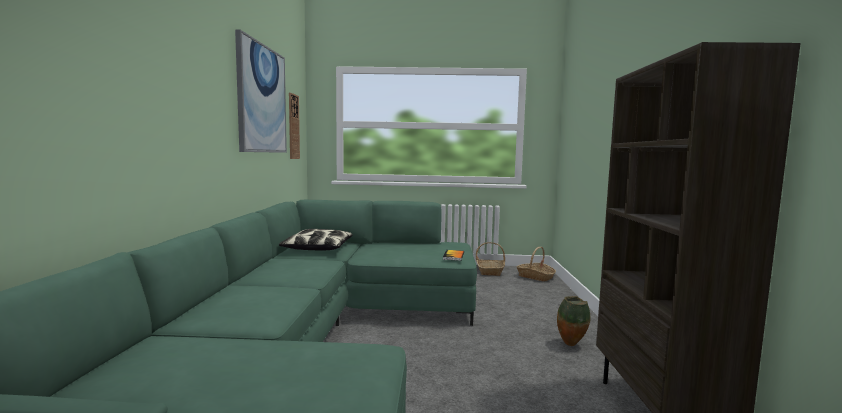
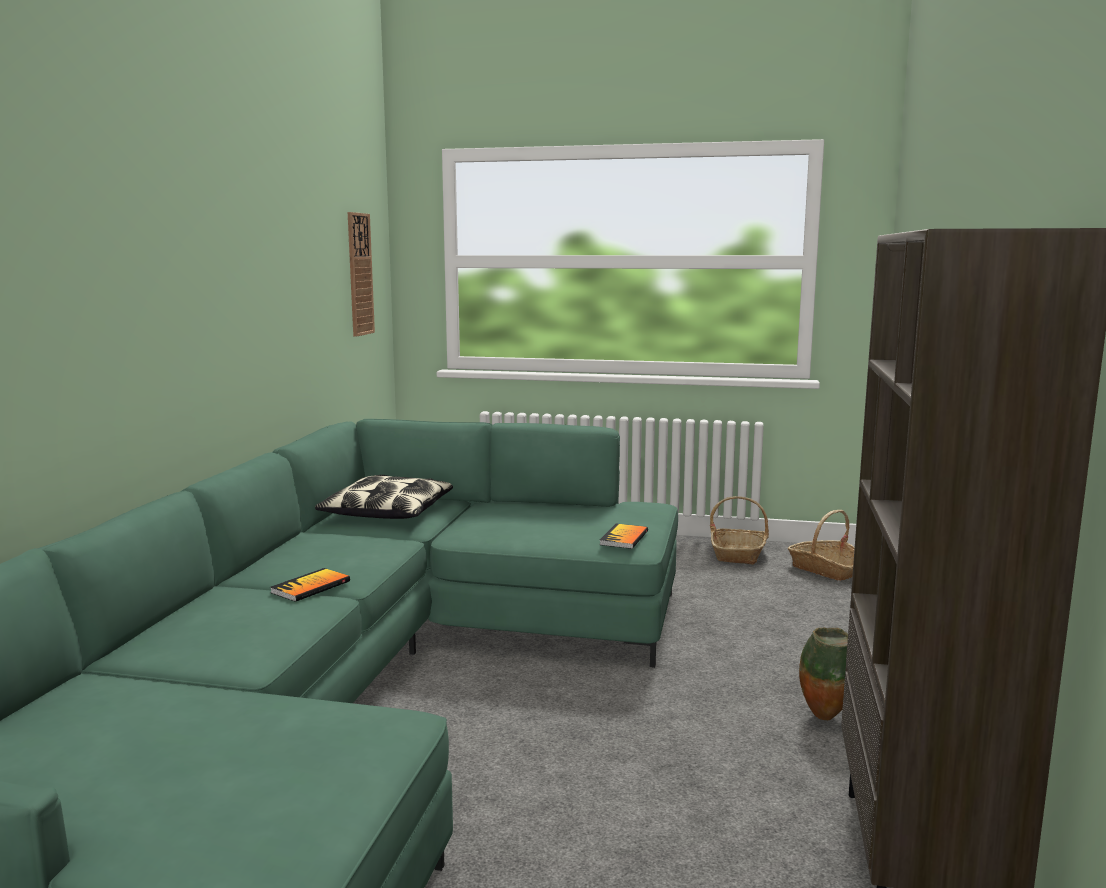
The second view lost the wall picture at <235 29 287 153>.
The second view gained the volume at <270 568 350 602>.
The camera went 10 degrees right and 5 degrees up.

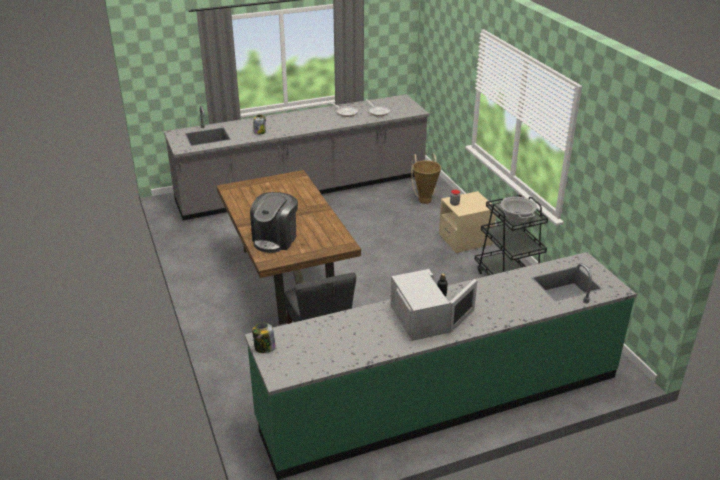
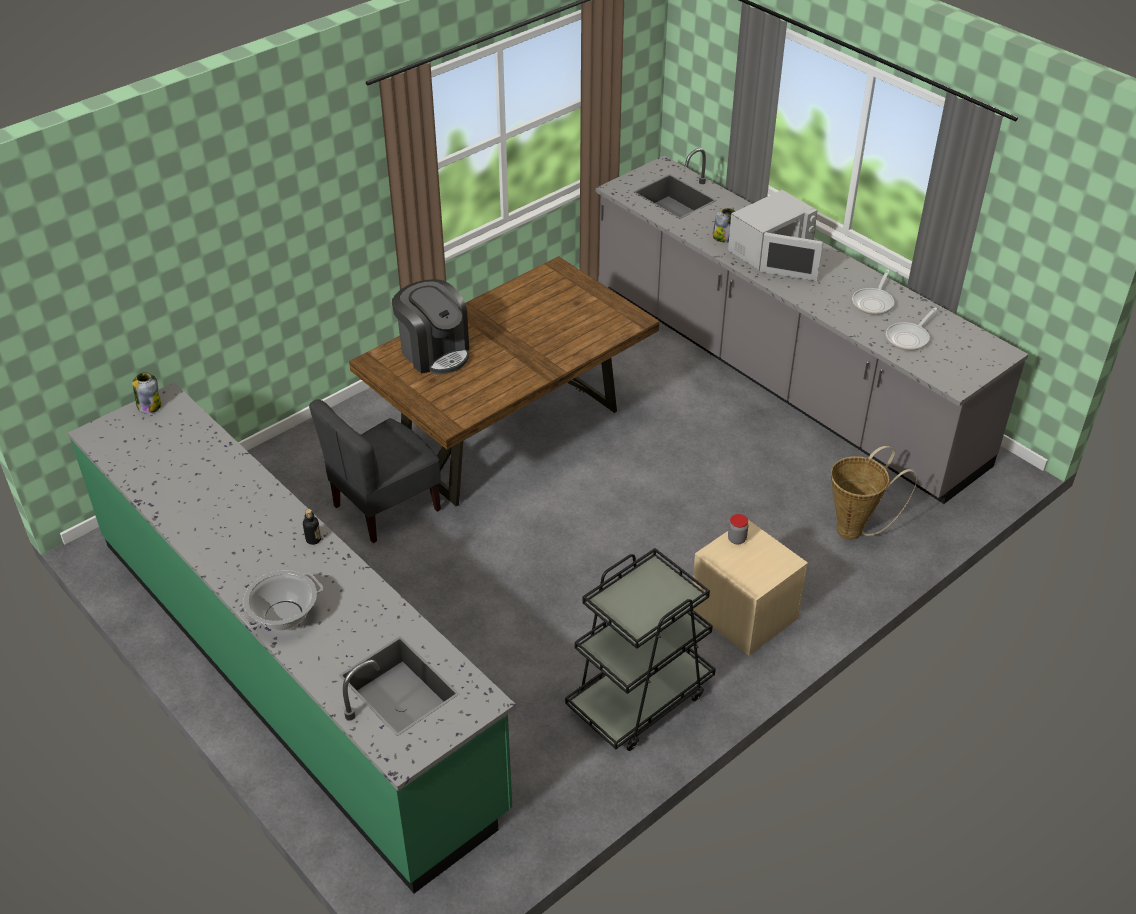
The white-coloured kitchen microwave ended up elsewhere, having gone from <391 269 477 341> to <728 190 823 282>.
The cooking pot ended up elsewhere, having gone from <501 197 537 222> to <238 570 323 630>.
The coffee maker at <250 192 298 253> ended up facing another way, 135 degrees counterclockwise from before.
The camera went 70 degrees right and 10 degrees up.

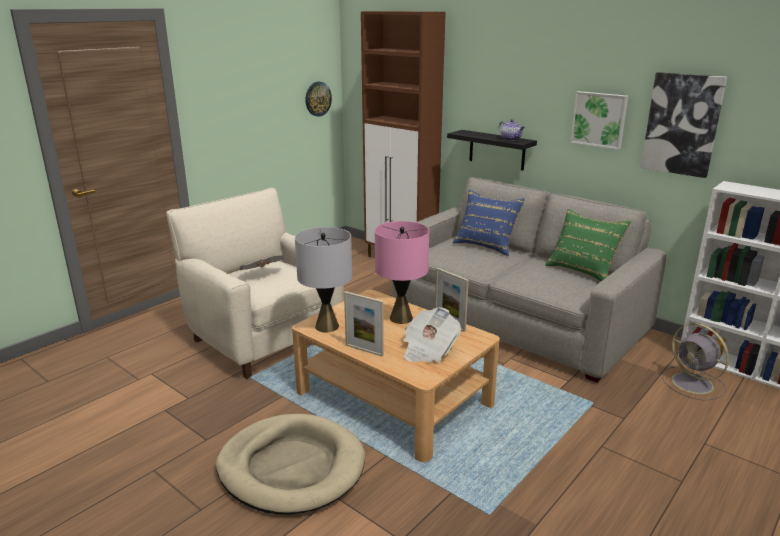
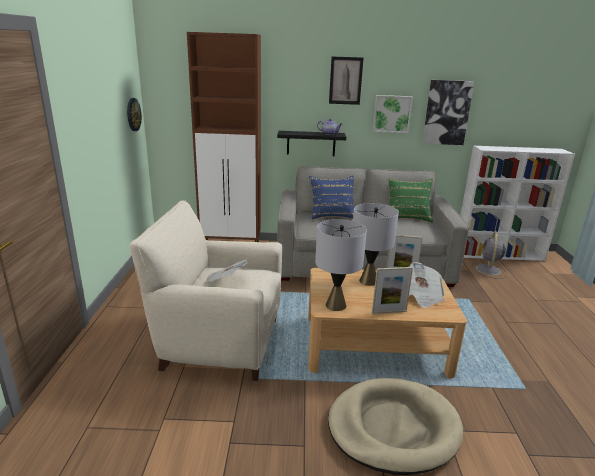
The second view gained the wall picture at <329 57 363 105>.
What was the pinkish lamp for a table at <375 221 429 324> turned into the grey lamp for a table at <353 203 399 286>.
The grey fan at <662 323 729 401> ended up facing another way, 90 degrees clockwise from before.
The camera went 40 degrees left and 0 degrees up.

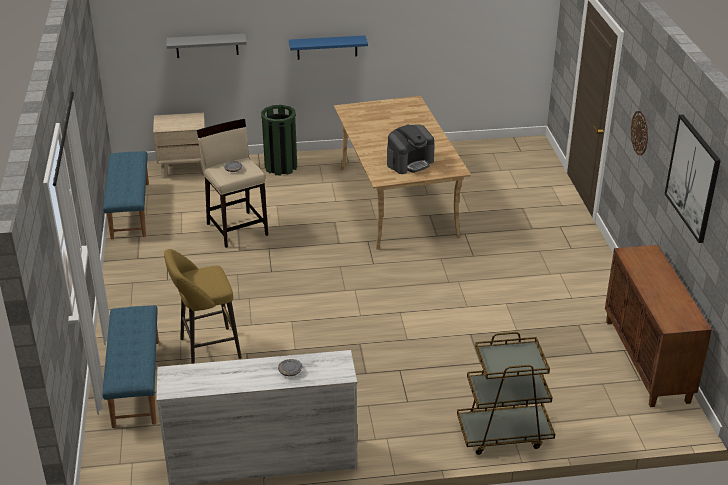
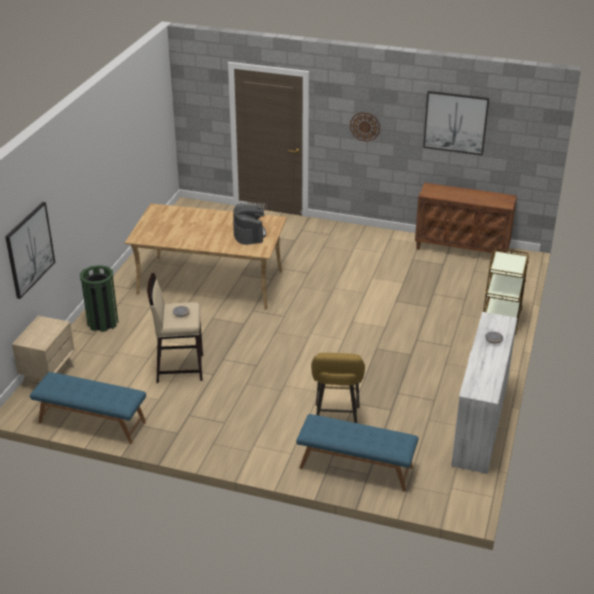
The second view lost the bluish bracket shelf at <289 35 368 60>.
Where the grey bracket shelf hung at <167 34 247 58>, the wall picture came to hang at <5 202 55 299>.
The camera went 65 degrees left and 0 degrees up.

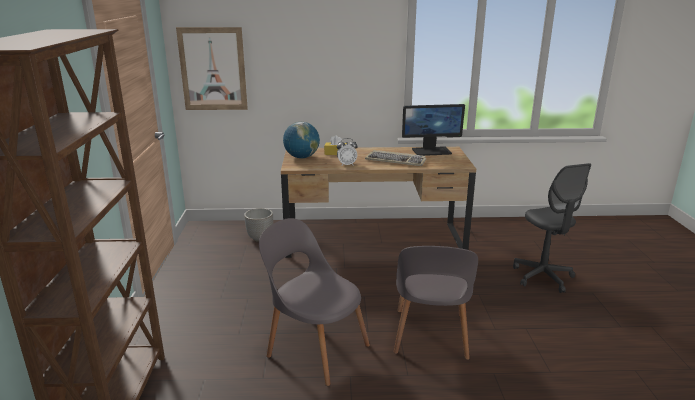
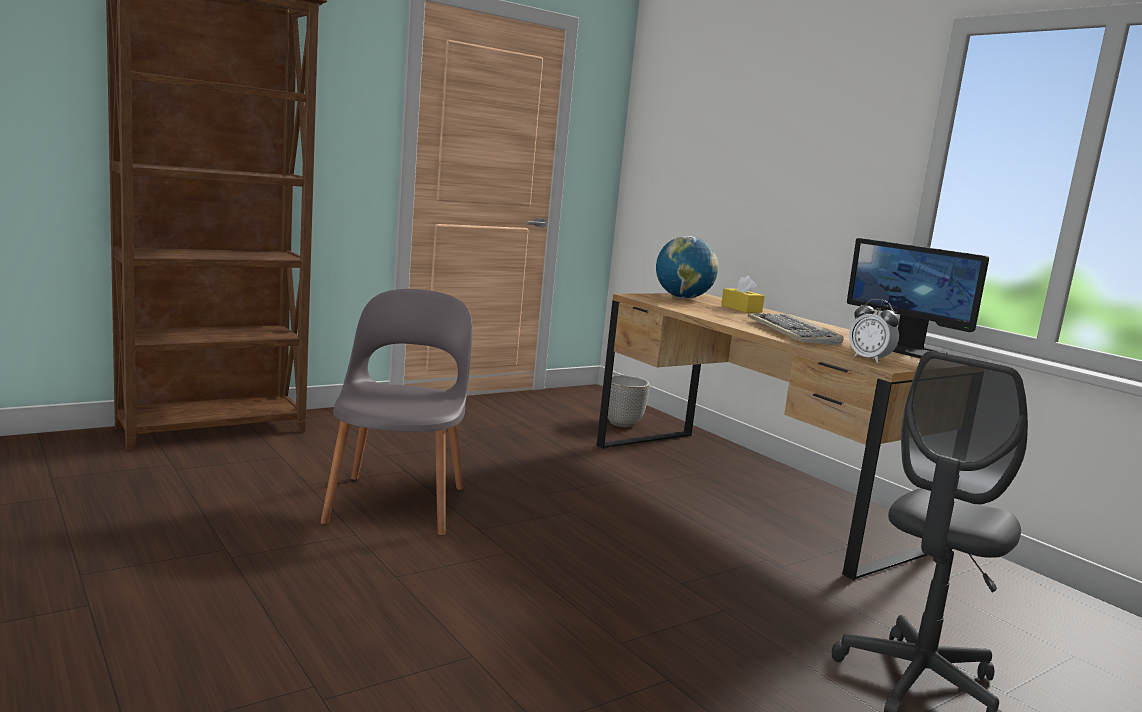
The second view lost the wall picture at <176 27 248 110>.
The second view lost the grey chair at <393 246 478 360>.
The alarm clock ended up elsewhere, having gone from <337 138 358 166> to <849 299 899 363>.
The camera went 55 degrees right and 10 degrees down.

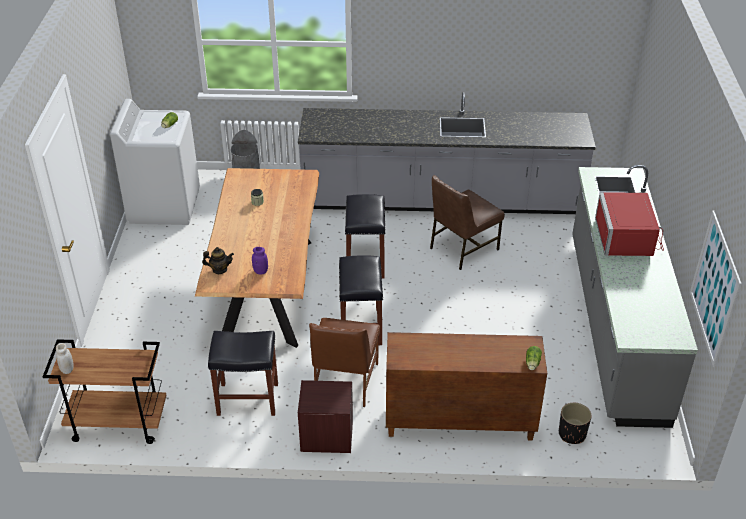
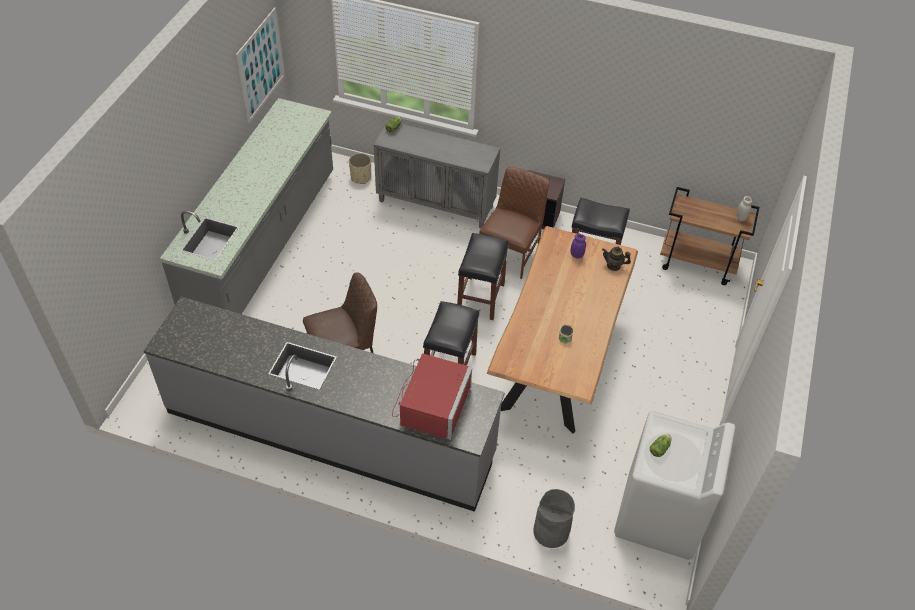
The reddish kitchen microwave ended up elsewhere, having gone from <595 192 664 256> to <392 353 472 440>.
What was the brownish cabinet at <386 332 547 440> turned into the grey cabinet at <374 120 500 228>.
What was the black-coloured plant pot at <559 403 592 444> turned into the sand-coloured plant pot at <349 153 371 184>.
The camera went 165 degrees left and 10 degrees up.

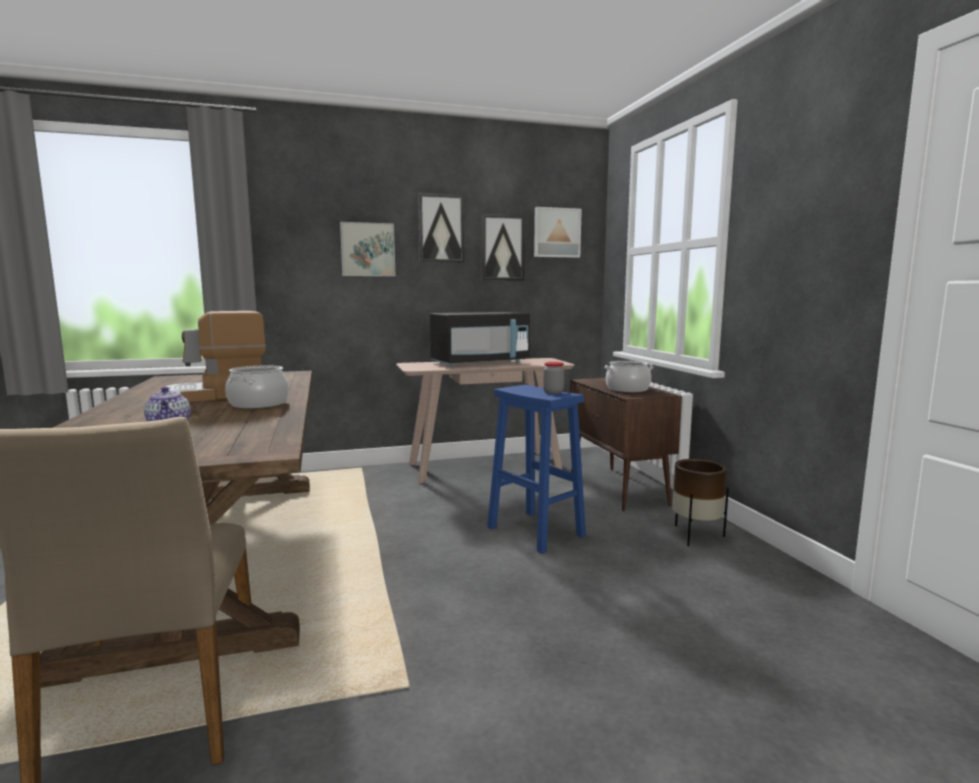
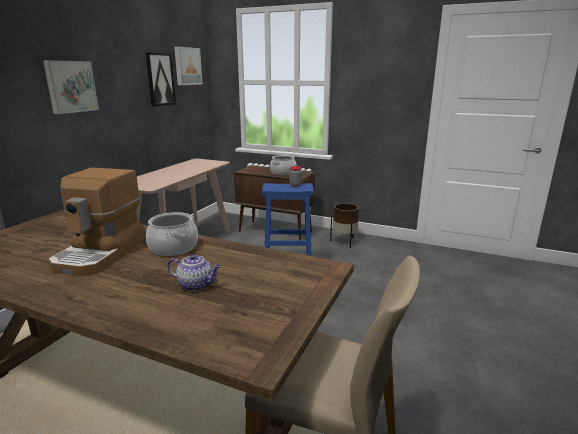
The second view lost the wall picture at <418 193 464 263>.
The second view lost the black-coloured kitchen microwave at <430 312 530 367>.
The camera went 50 degrees left and 10 degrees up.

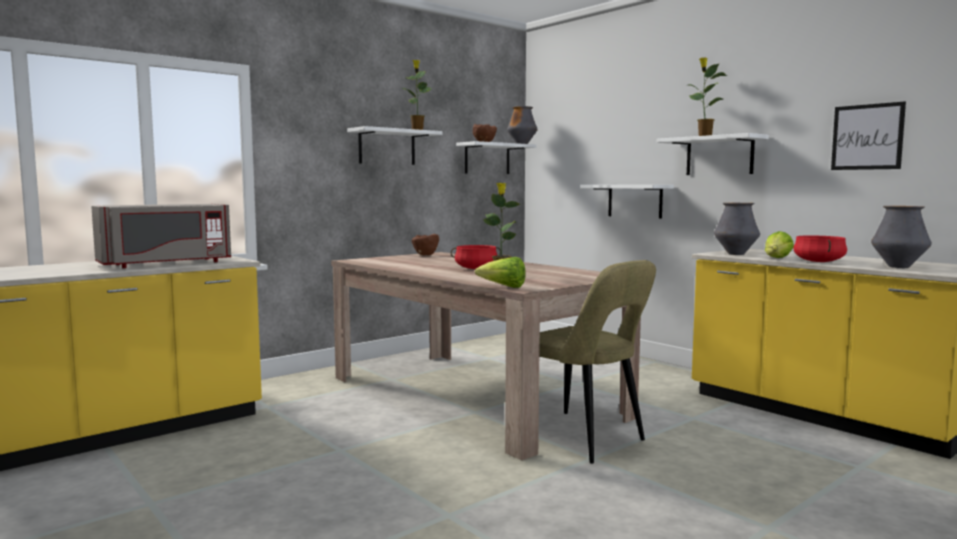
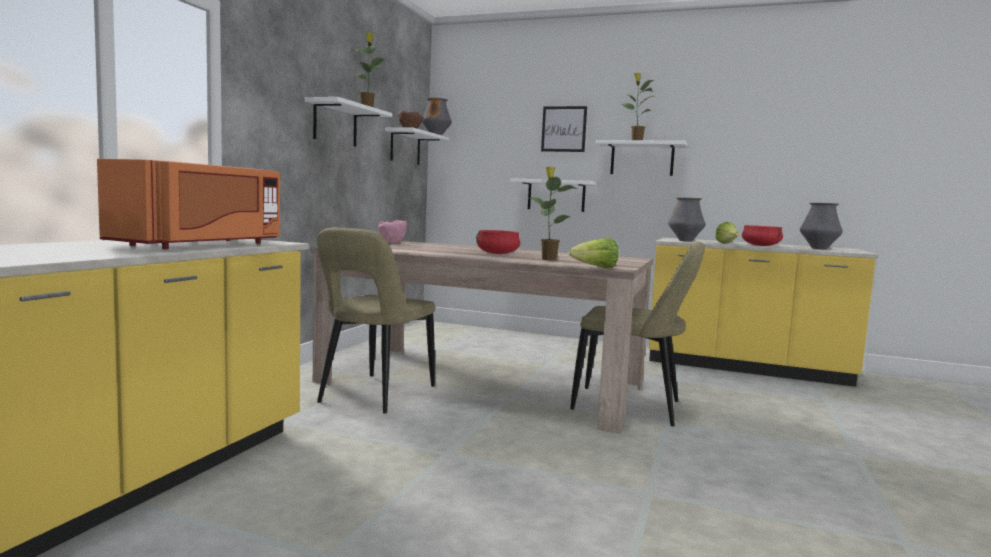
The second view gained the sand-coloured chair at <317 228 435 414>.
The wall picture ended up elsewhere, having gone from <831 101 906 170> to <541 106 587 152>.
What was the grey kitchen microwave at <91 204 231 268> turned into the orange-coloured kitchen microwave at <97 159 280 249>.
What was the brownish serving bowl at <412 234 439 255> turned into the pinkish serving bowl at <378 220 407 243>.
The camera went 30 degrees left and 0 degrees up.

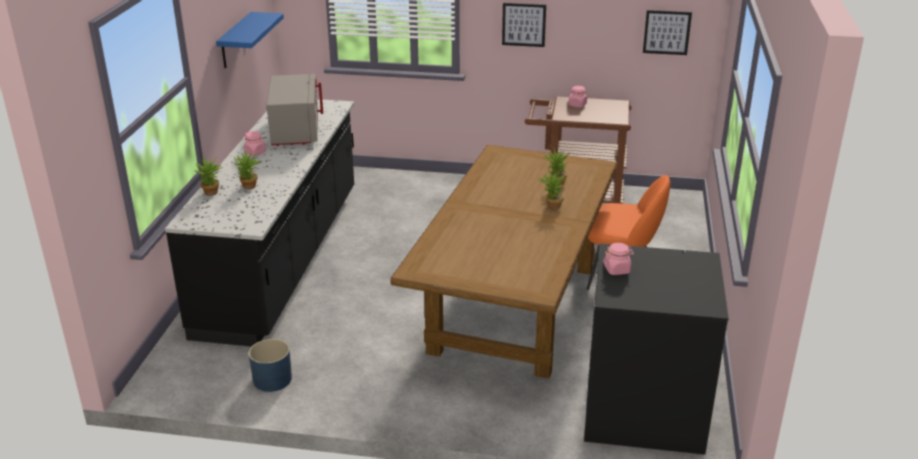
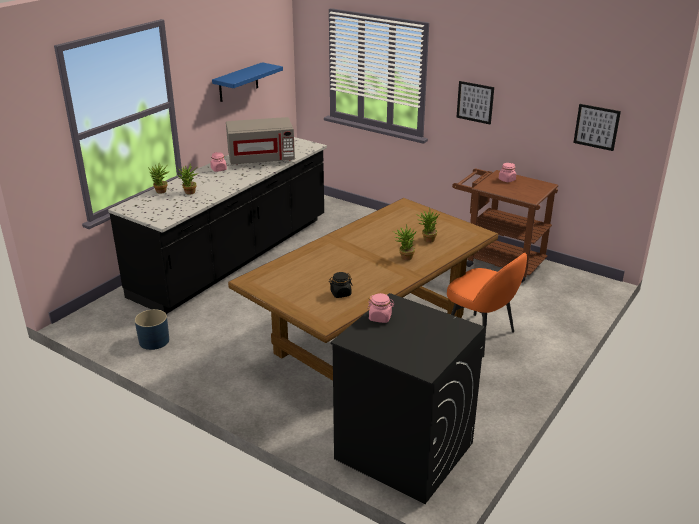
The second view gained the black-coloured storage jar at <329 272 353 298>.
The grey kitchen microwave at <267 74 323 146> ended up facing another way, 60 degrees clockwise from before.
The camera went 25 degrees right and 0 degrees up.

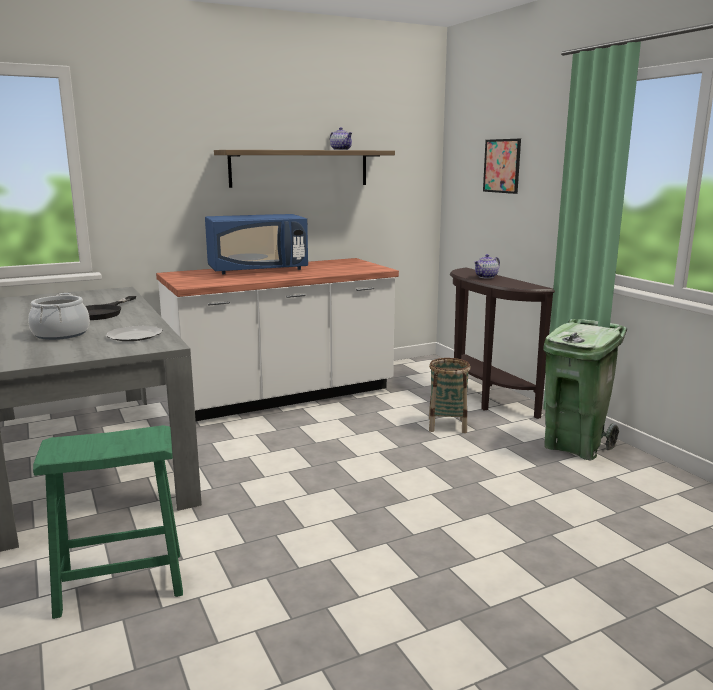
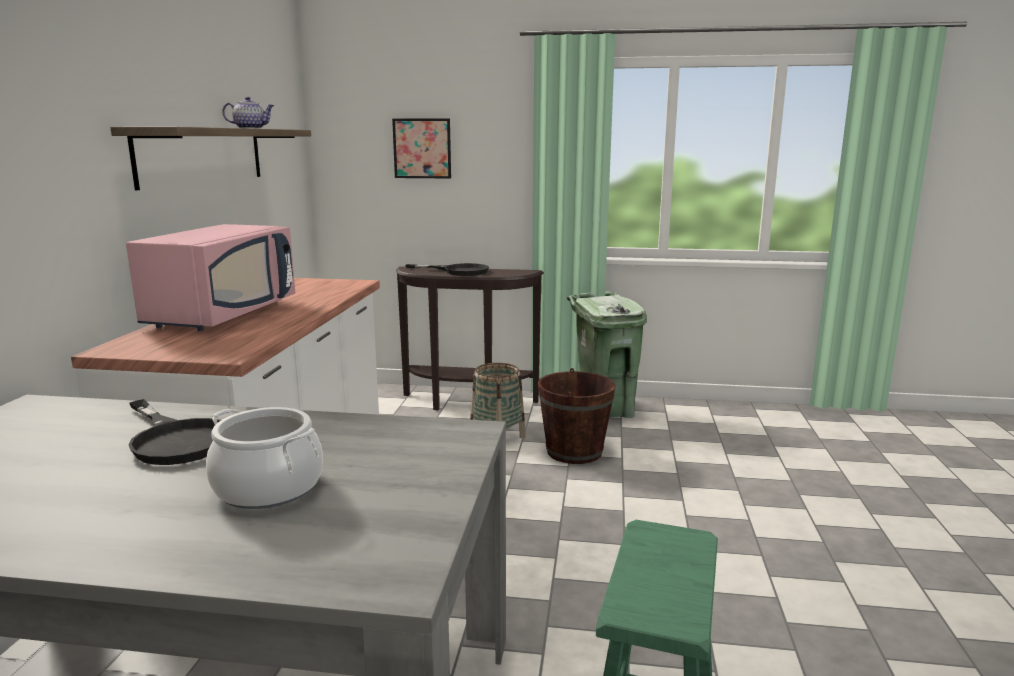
The second view lost the flat dish at <106 326 162 341>.
The second view gained the brownish water bucket at <538 368 616 464>.
Where the teapot stood at <474 254 500 279>, the black-coloured skillet came to stand at <405 263 489 276>.
What was the bluish kitchen microwave at <205 214 308 274> turned into the pinkish kitchen microwave at <126 224 295 331>.
The camera went 55 degrees left and 0 degrees up.

